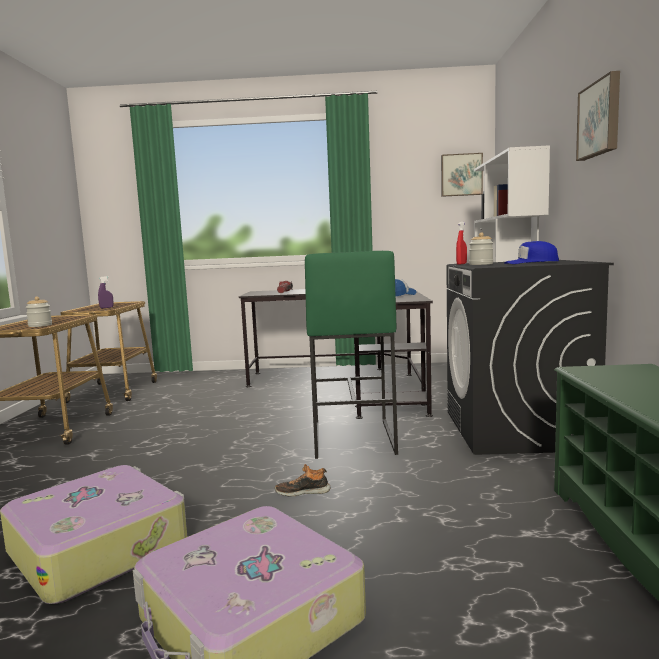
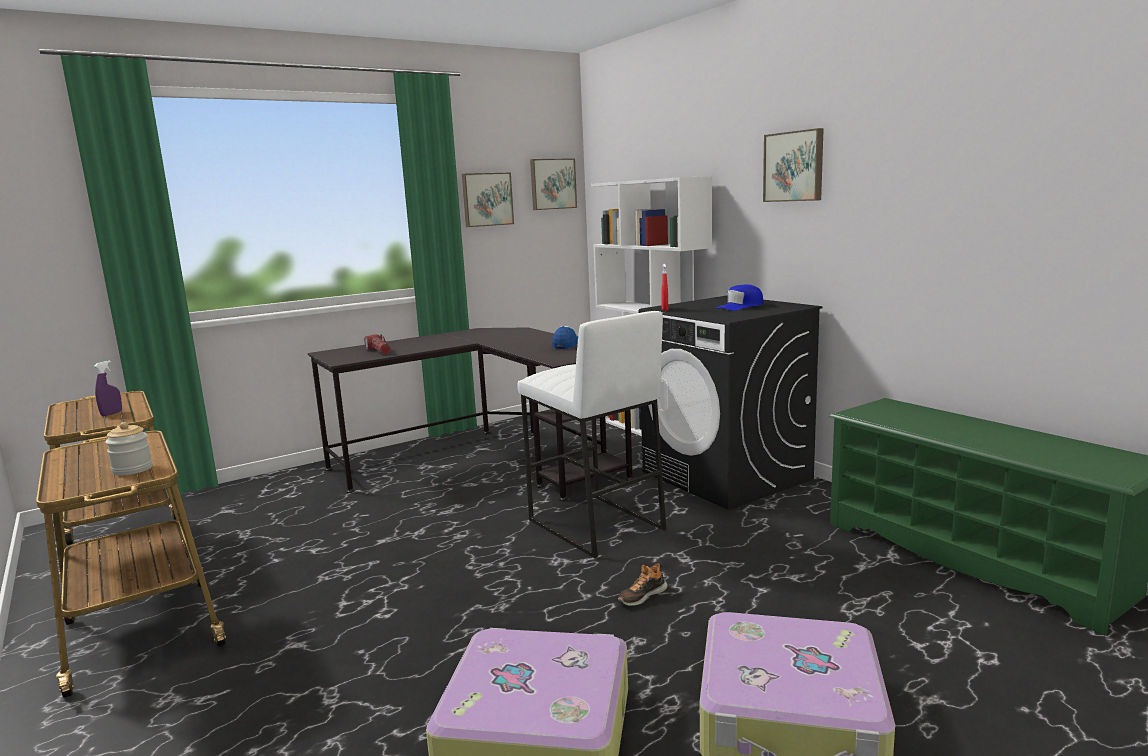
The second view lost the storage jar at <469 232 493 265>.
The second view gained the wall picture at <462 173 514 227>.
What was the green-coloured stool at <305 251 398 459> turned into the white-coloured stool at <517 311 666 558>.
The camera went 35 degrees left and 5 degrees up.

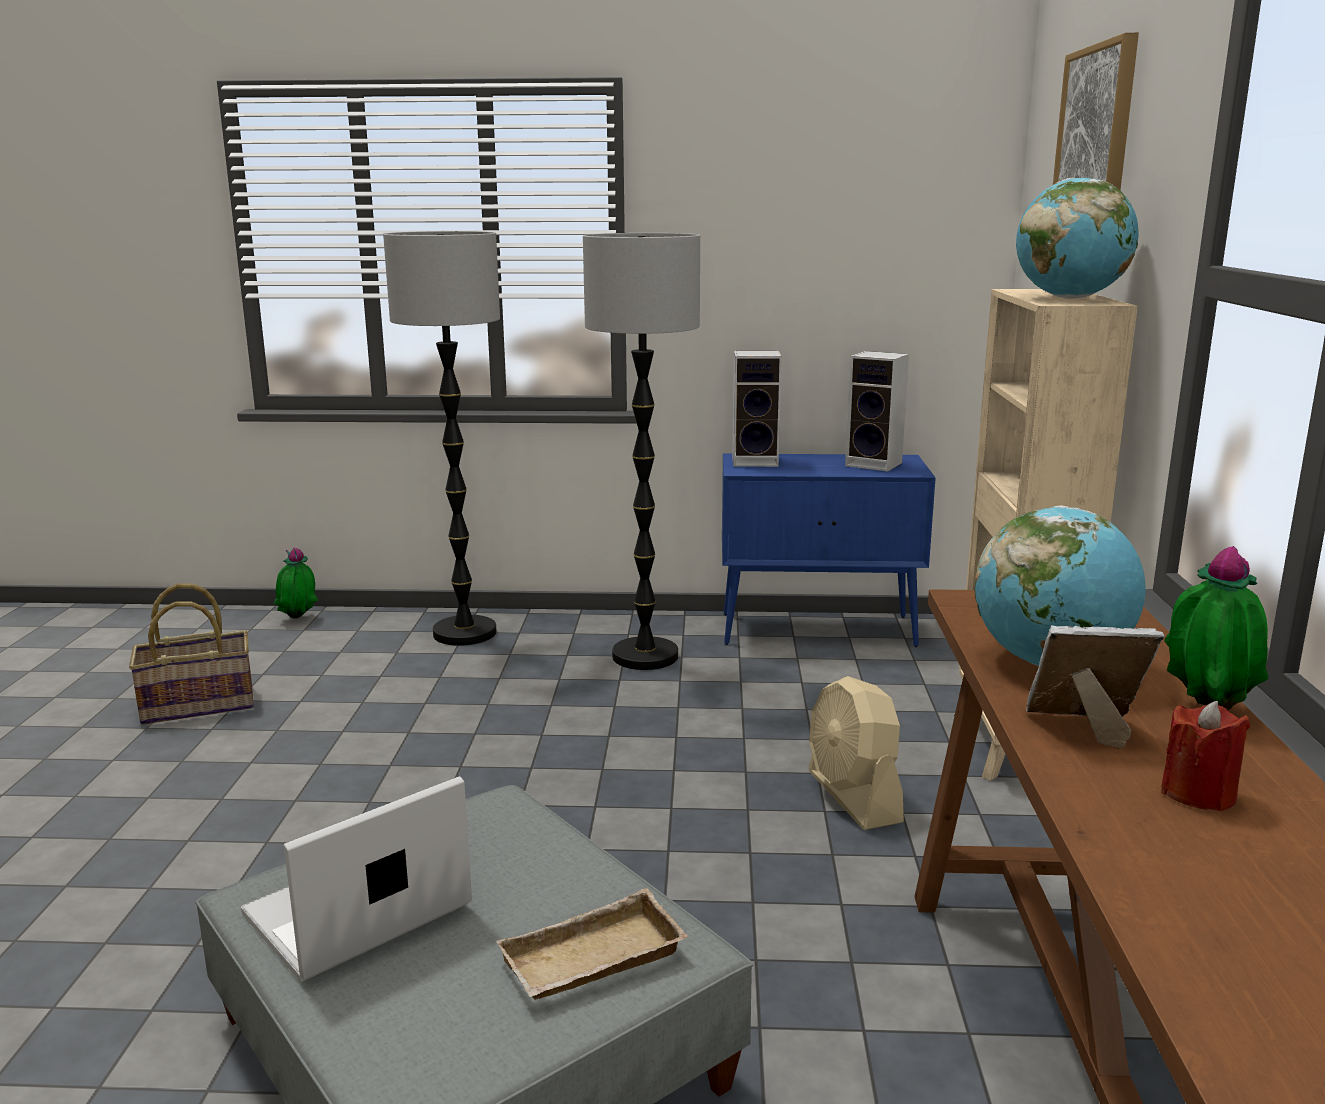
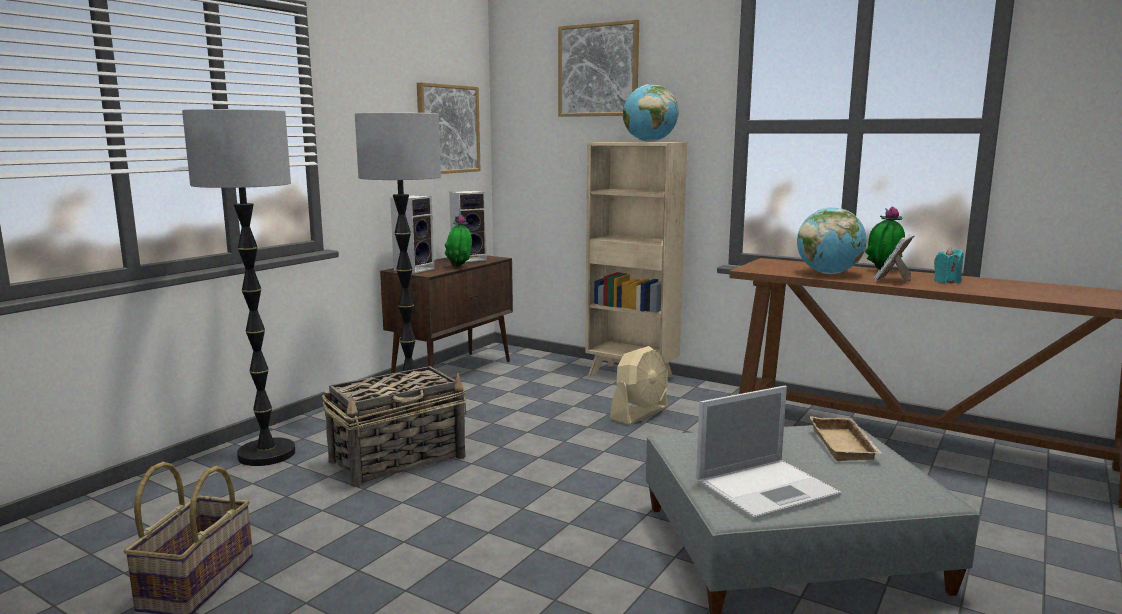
The second view gained the basket at <322 366 466 487>.
The second view gained the wall picture at <417 82 481 174>.
The potted plant ended up elsewhere, having gone from <273 548 318 619> to <445 214 472 268>.
What was the bluish cabinet at <722 454 936 647> turned into the brownish cabinet at <380 256 513 374>.
What was the reddish wax light at <1161 701 1250 812> turned into the blue-green wax light at <934 247 963 283>.
The laptop at <241 776 472 982> ended up facing another way, 105 degrees counterclockwise from before.
The sand-coloured fan at <809 676 904 830> ended up facing another way, 60 degrees counterclockwise from before.
The camera went 60 degrees left and 5 degrees down.

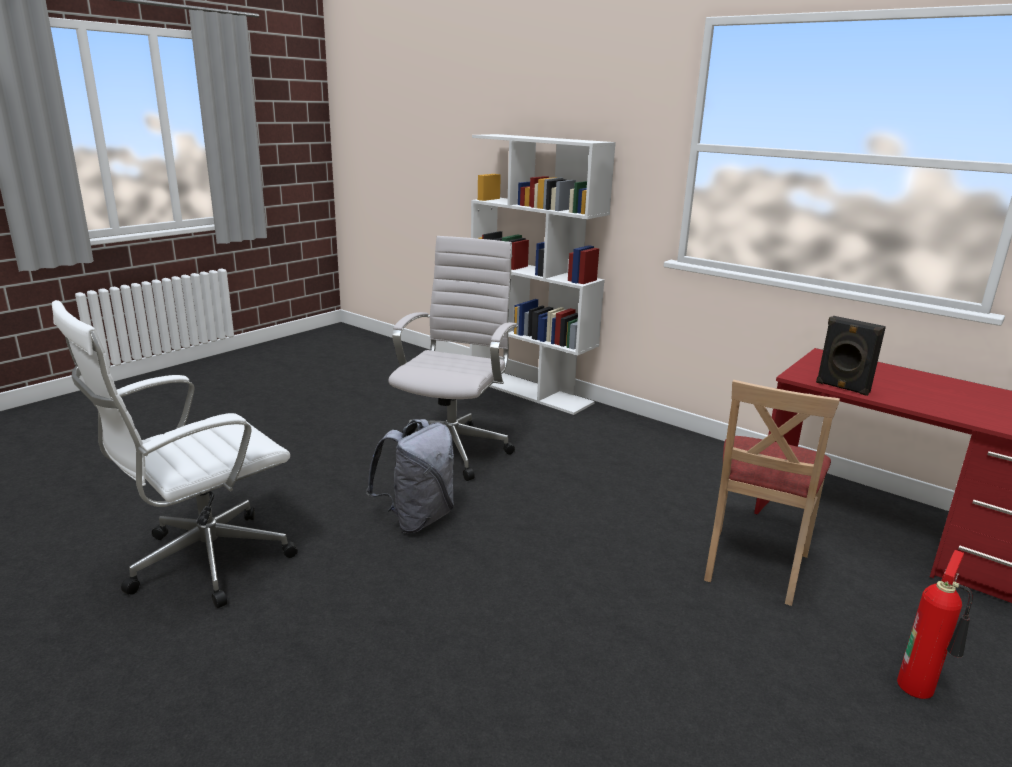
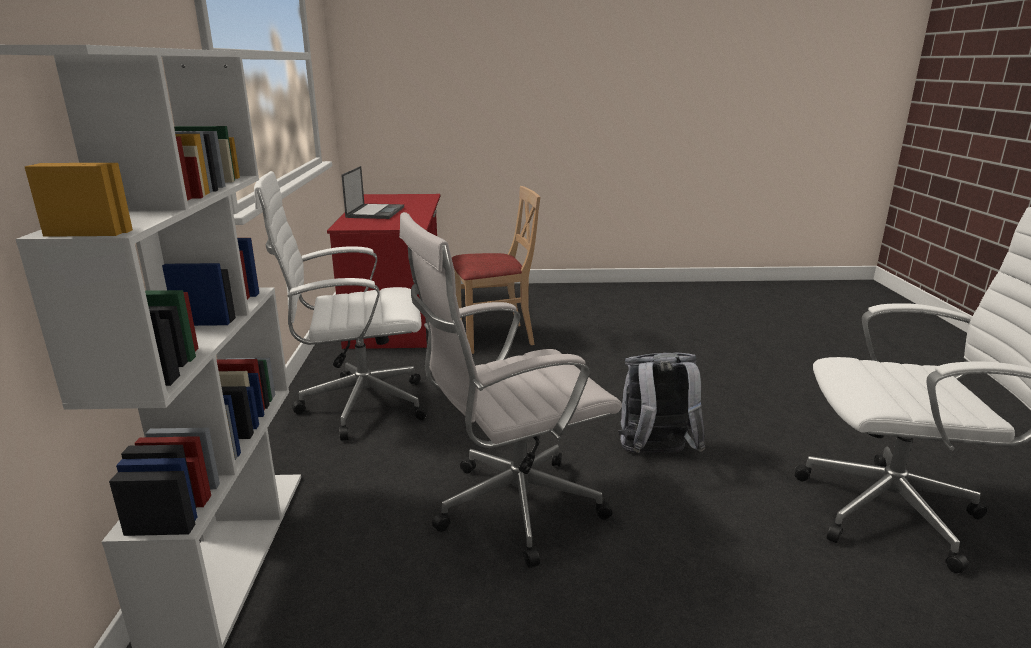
The second view lost the black-coloured loudspeaker at <816 316 886 396>.
The second view lost the fire extinguisher at <897 550 973 699>.
The second view gained the white-coloured desk chair at <254 171 428 441>.
The second view gained the laptop at <341 166 404 219>.
The camera went 130 degrees left and 0 degrees up.

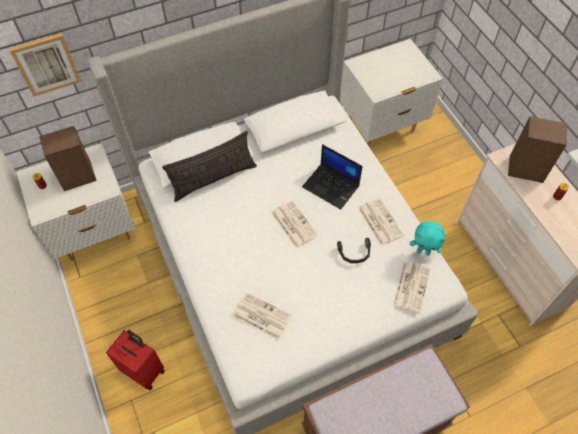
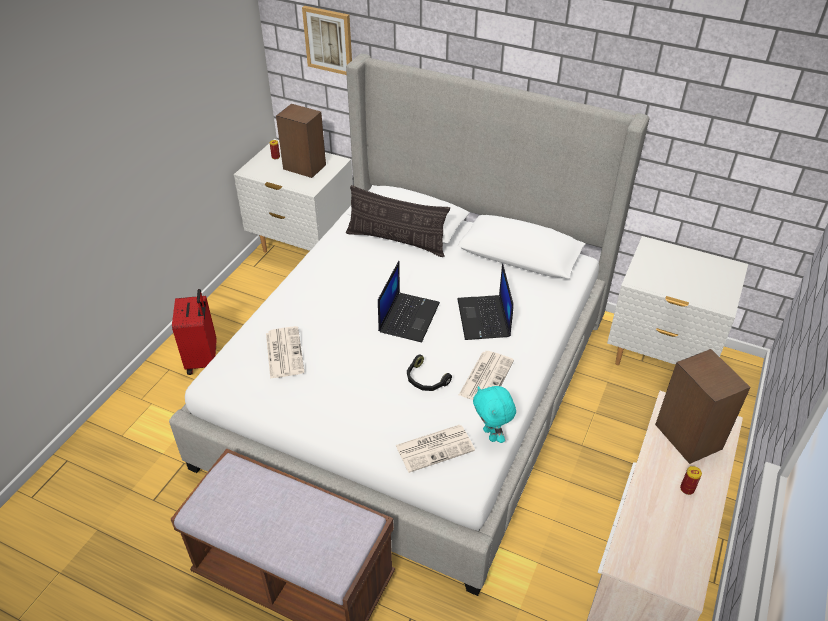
Where the newspaper stood at <271 200 318 248>, the laptop came to stand at <378 261 440 342>.
The camera went 50 degrees right and 15 degrees down.

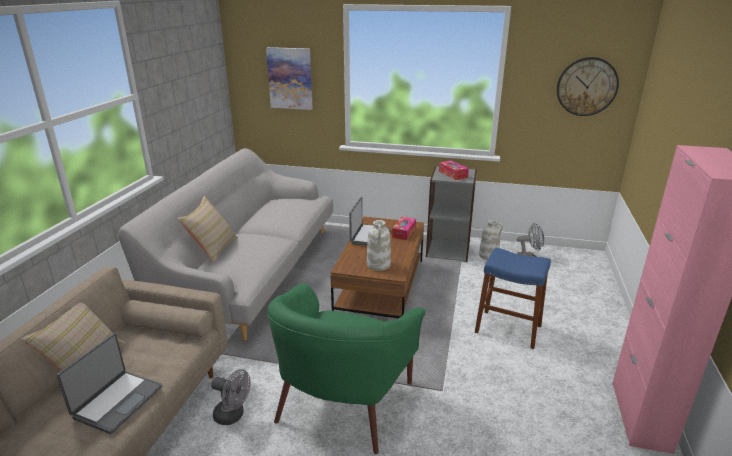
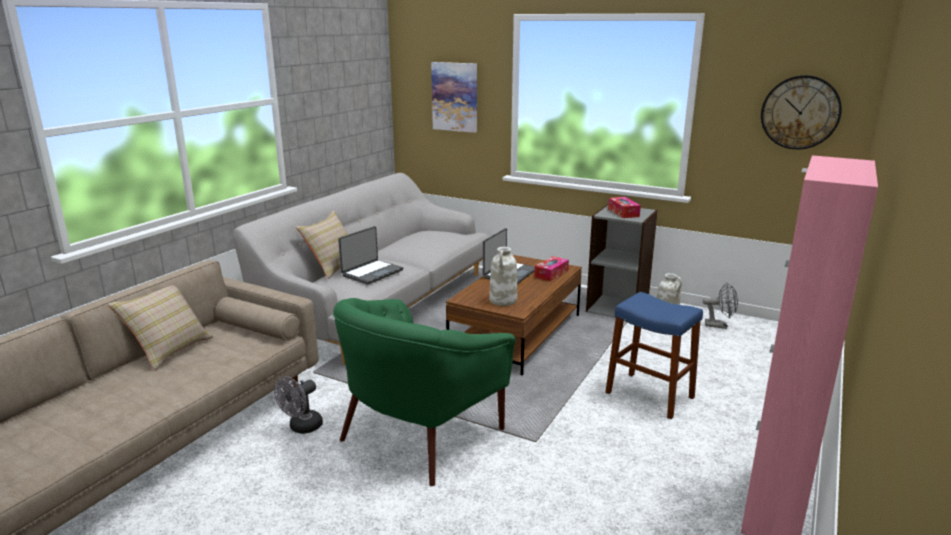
The laptop ended up elsewhere, having gone from <56 333 162 434> to <338 226 403 285>.
The grey fan at <211 369 251 425> ended up facing another way, 90 degrees clockwise from before.
The camera went 15 degrees right and 5 degrees down.

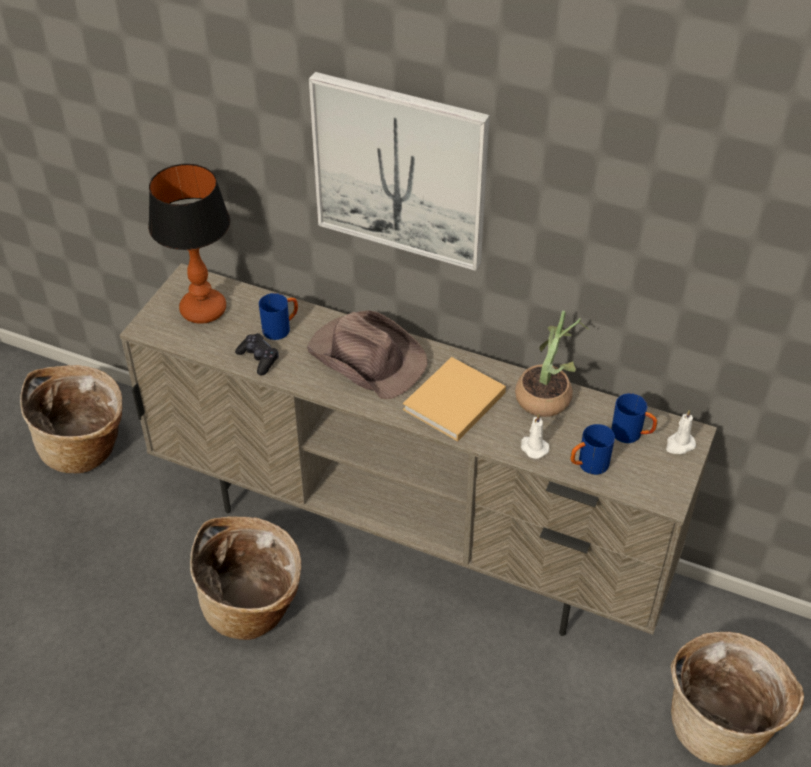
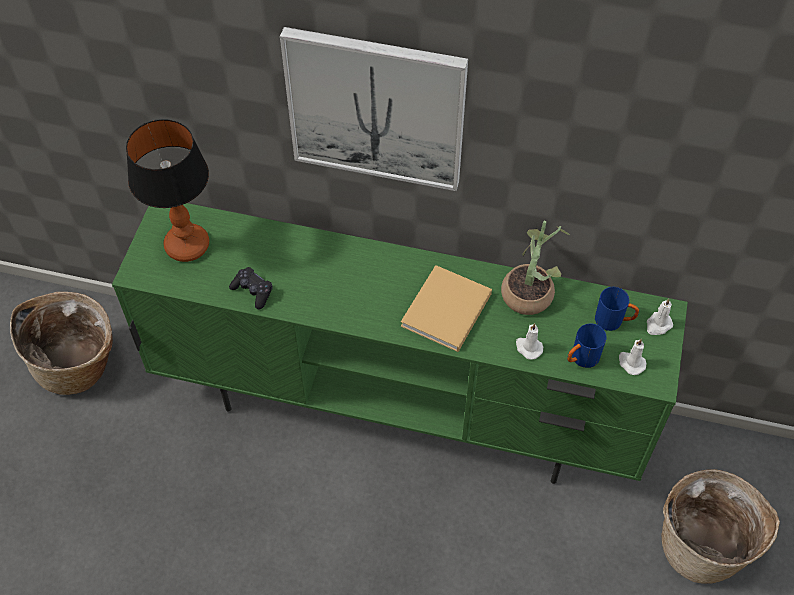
The second view lost the basket at <190 517 301 640>.
The second view lost the bluish mug at <259 293 298 340>.
The second view lost the brownish wearable hat at <307 310 428 399>.
The second view gained the white-coloured wax light at <619 339 647 375>.
What was the sand-coloured tv stand at <120 263 717 636> turned into the green-coloured tv stand at <112 203 688 484>.
The camera went 10 degrees left and 10 degrees up.

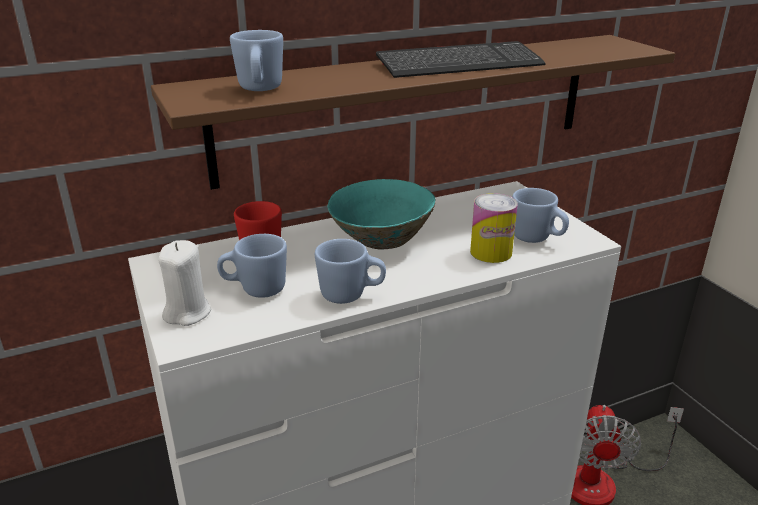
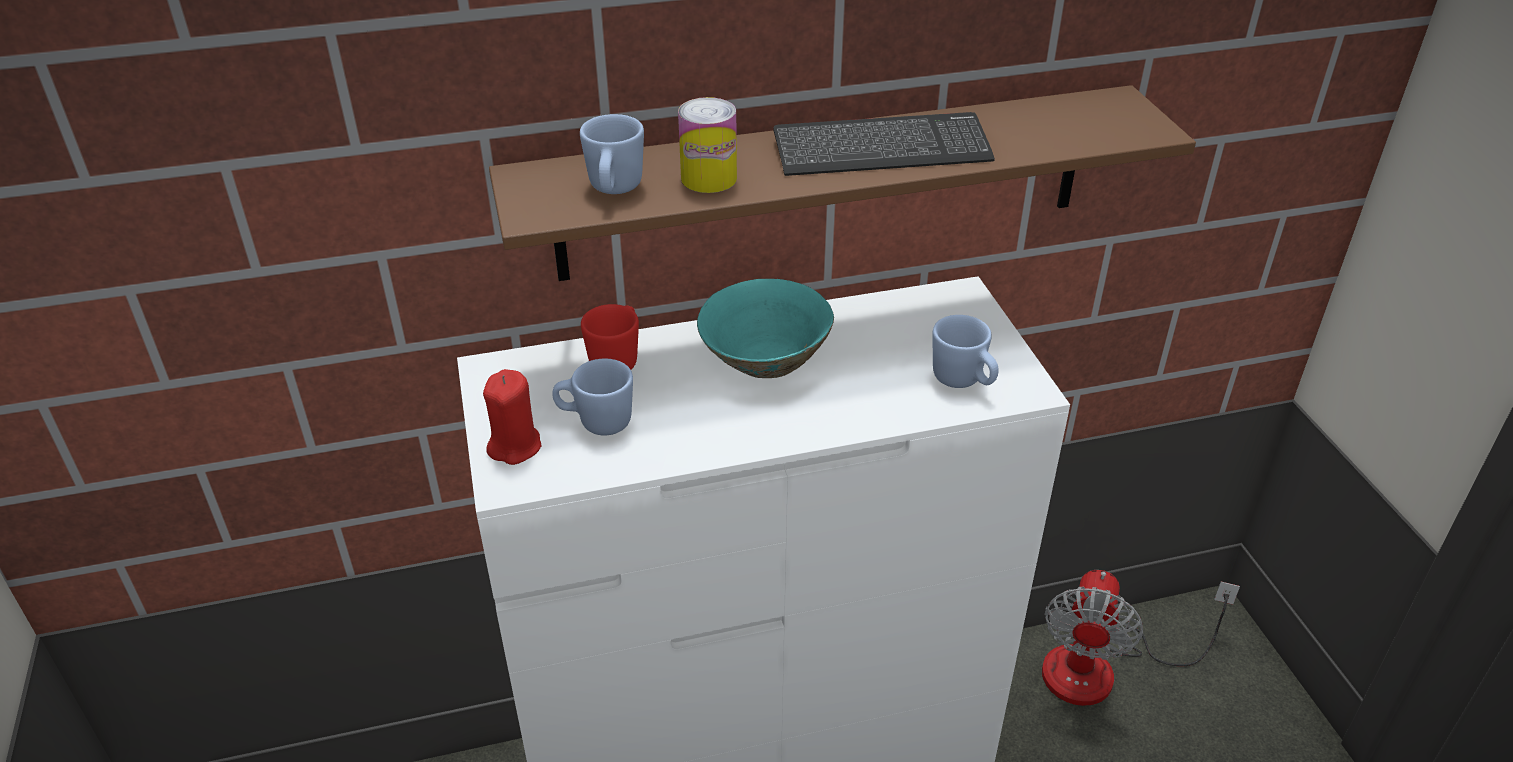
The second view lost the bluish mug at <315 239 386 304>.
The metal can ended up elsewhere, having gone from <470 193 518 263> to <678 97 737 193>.
What was the white-coloured wax light at <158 240 211 326> turned into the reddish wax light at <483 369 542 465>.
The camera went 10 degrees right and 10 degrees up.

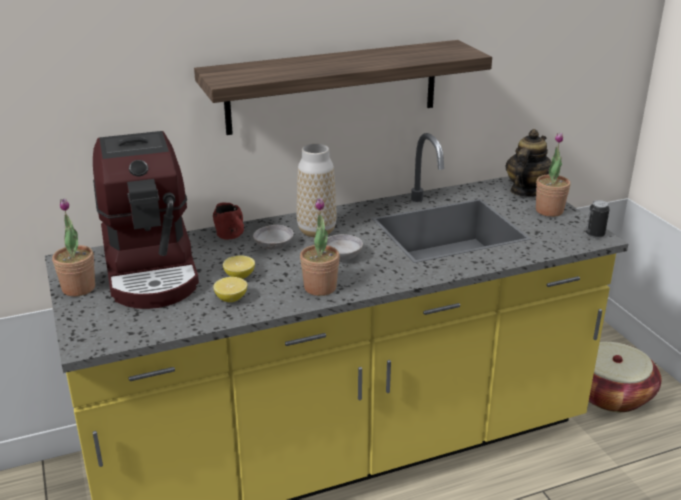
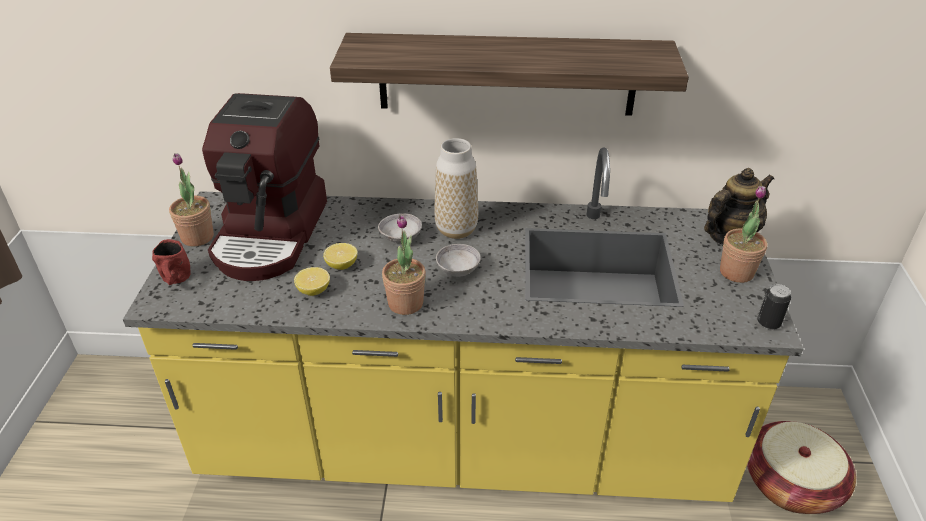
The reddish mug ended up elsewhere, having gone from <213 202 244 239> to <152 239 191 285>.
The camera went 25 degrees right and 10 degrees up.

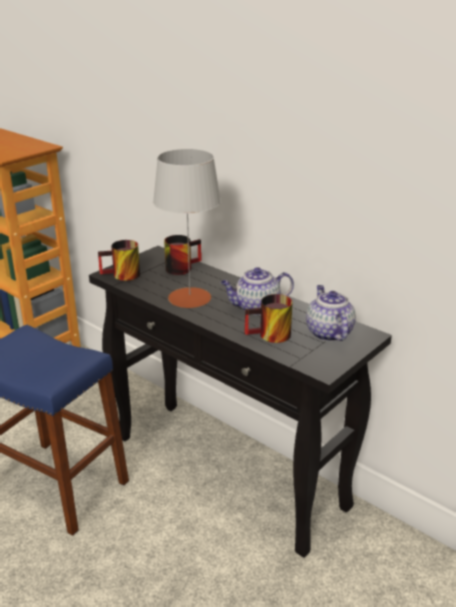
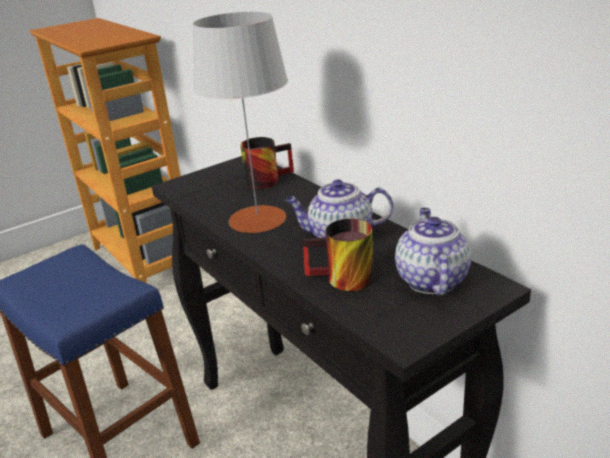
The second view lost the mug at <98 240 140 281>.
The camera went 15 degrees right and 0 degrees up.

